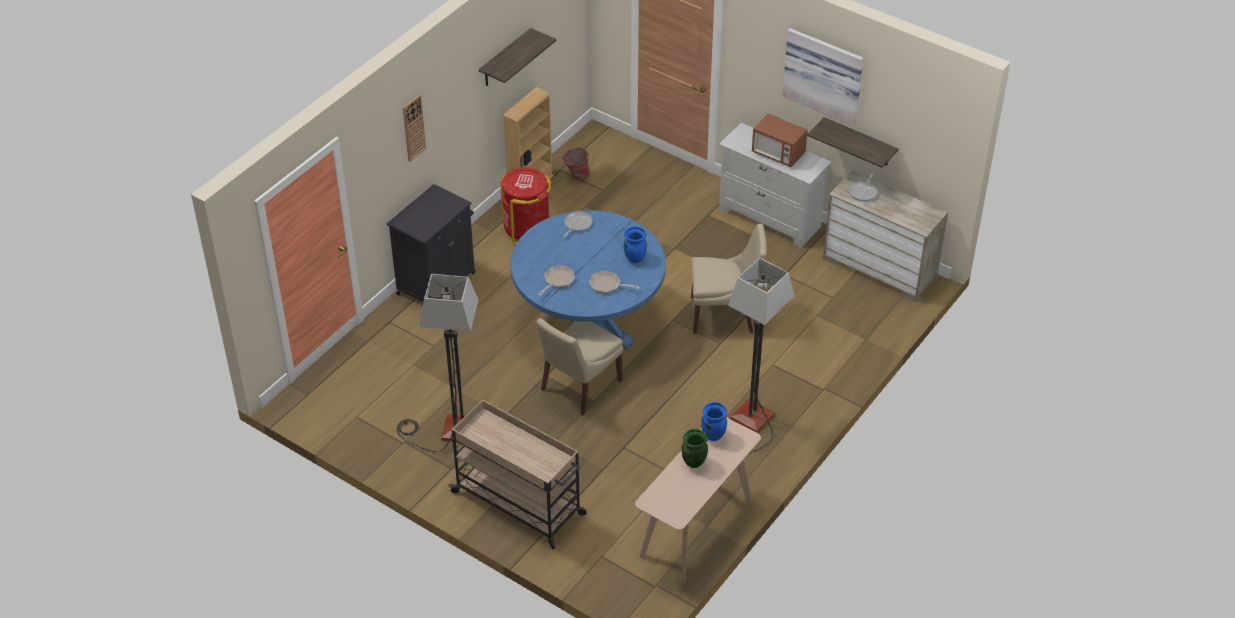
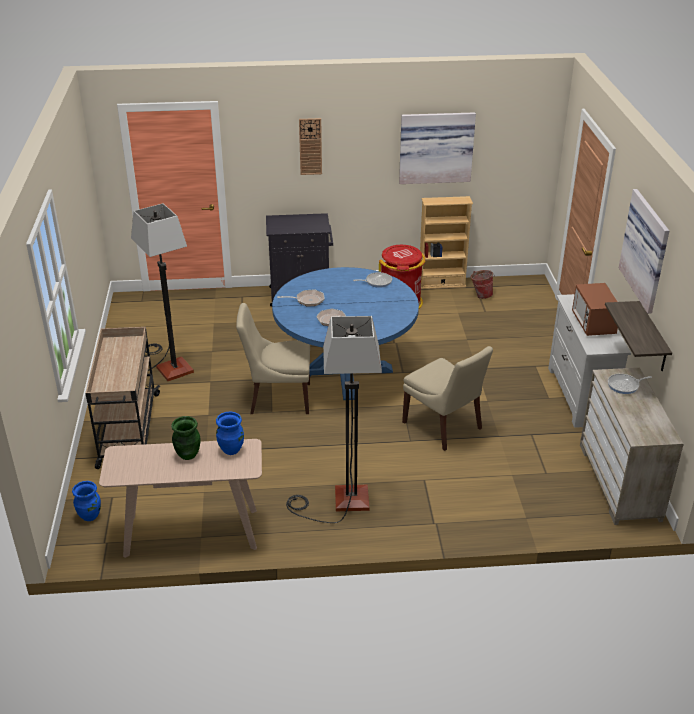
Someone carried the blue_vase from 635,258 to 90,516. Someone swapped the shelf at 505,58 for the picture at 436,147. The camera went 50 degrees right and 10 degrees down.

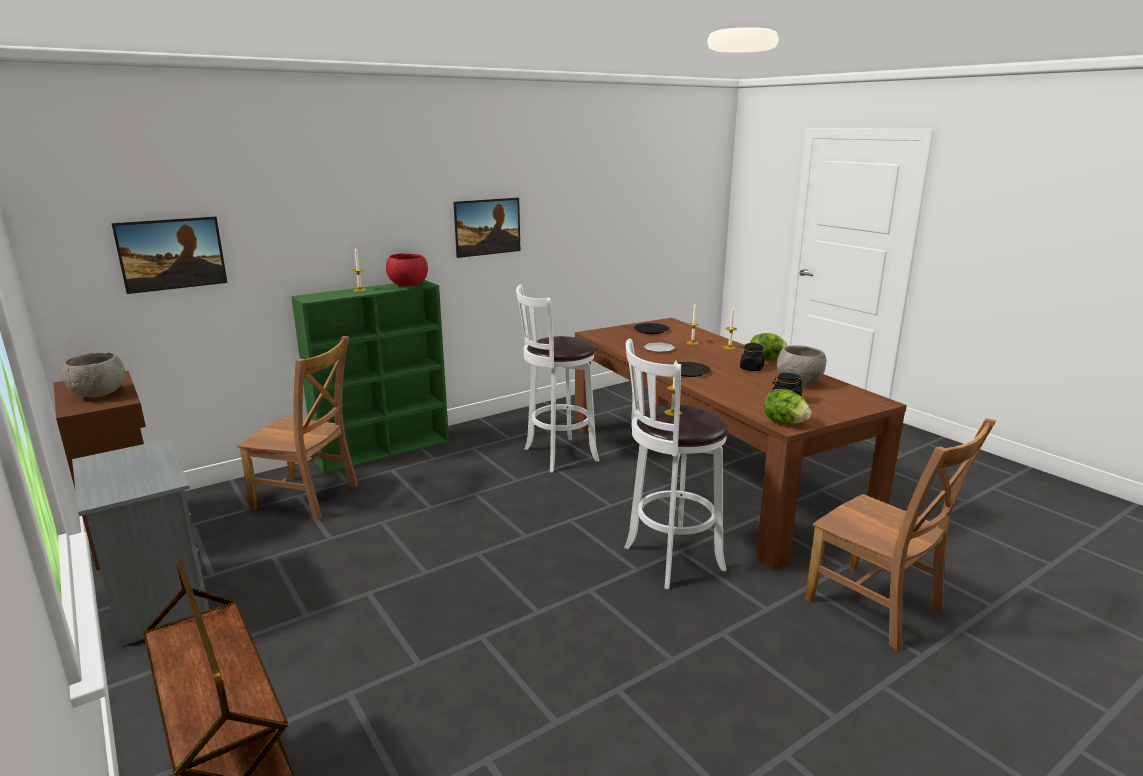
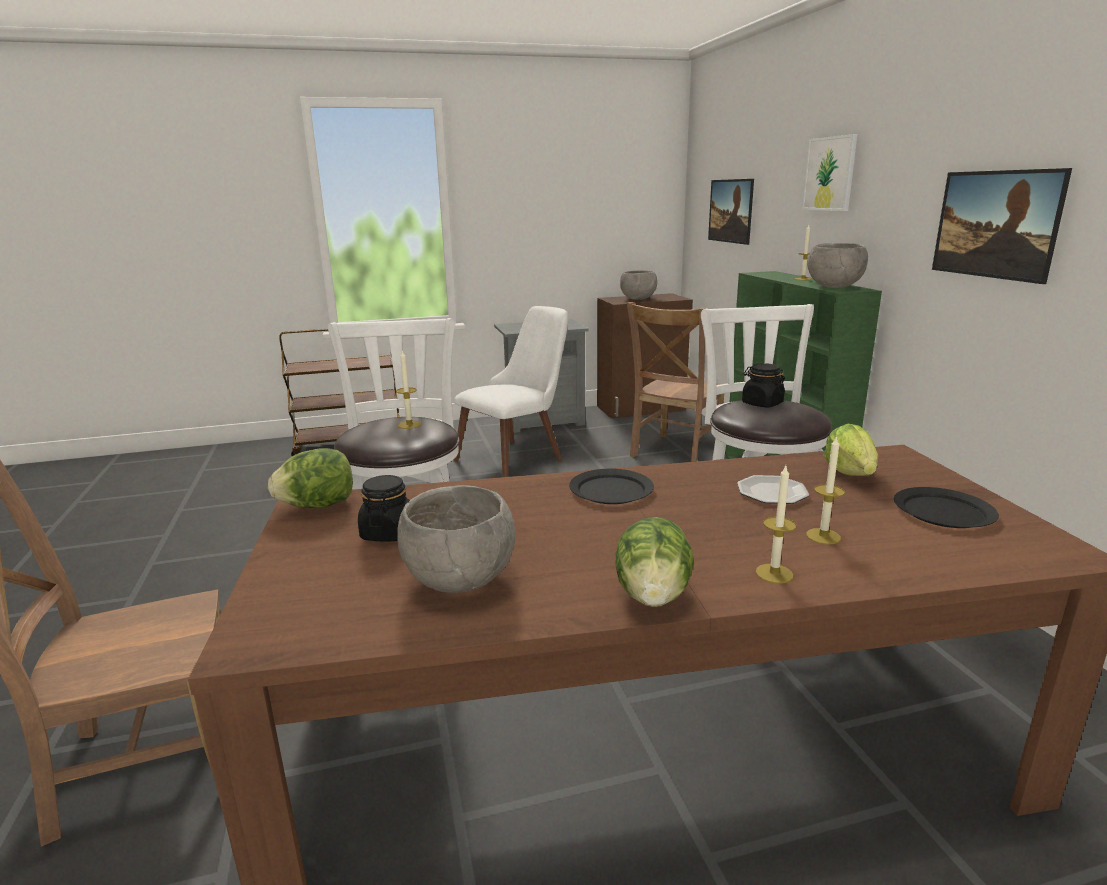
Someone put down the white_chair at 518,456. Someone put up the picture at 830,174. Someone put down the lettuce at 850,473. Someone carried the black_jar from 751,368 to 762,404. Someone repainted the red_bowl at 408,285, which became the grey_bowl at 833,287. The camera went 110 degrees right and 0 degrees up.

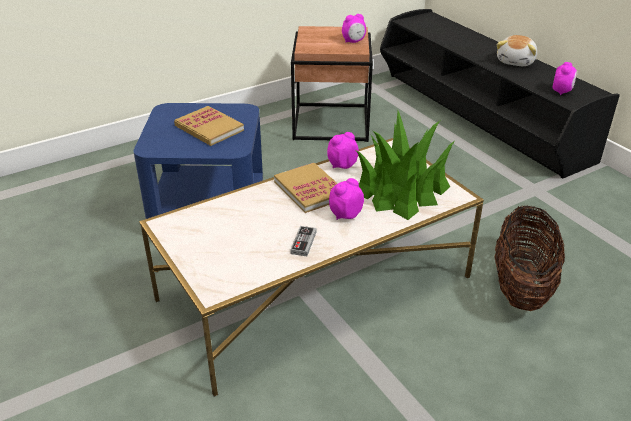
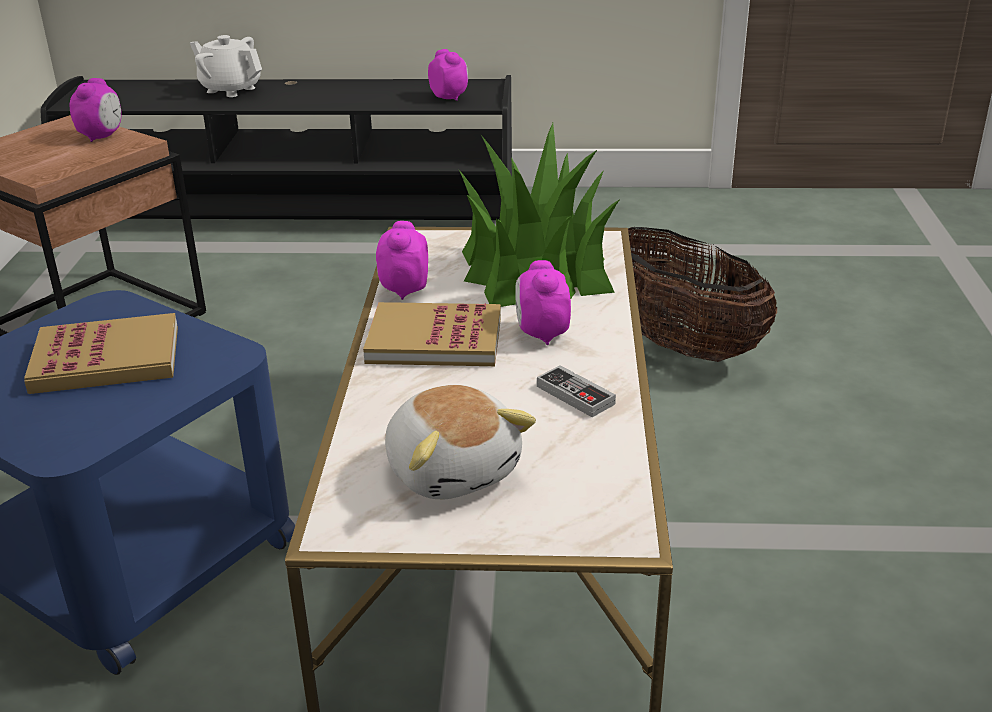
Someone put down the white_teapot at 230,89. Someone carried the plush_toy from 516,61 to 453,469. The camera went 55 degrees left and 5 degrees down.

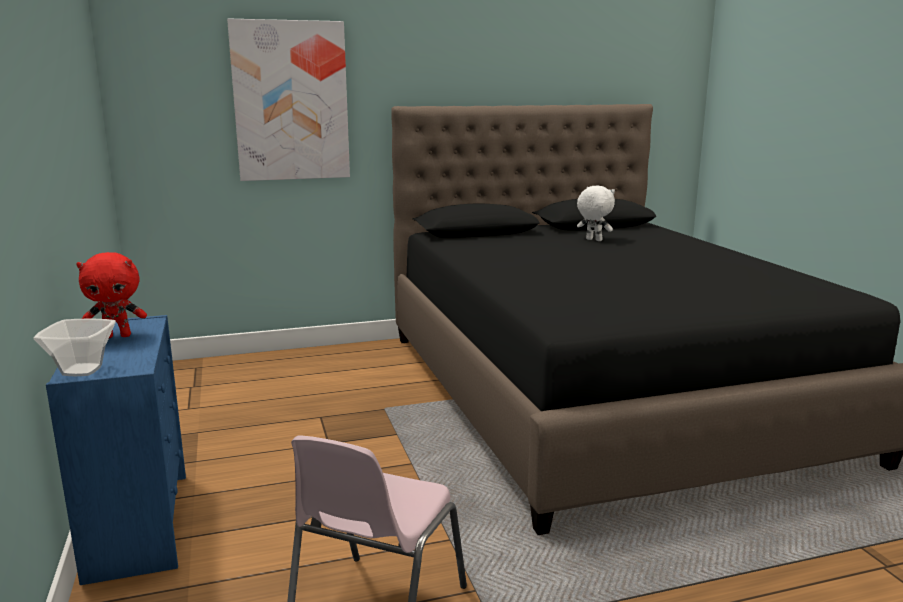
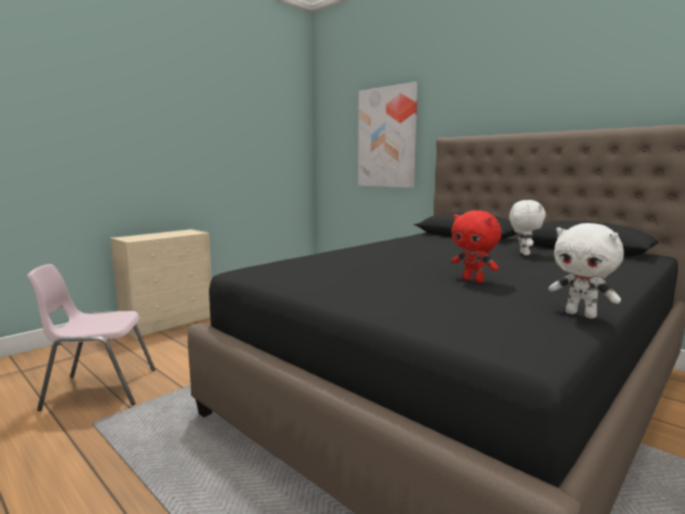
Someone took away the bowl at 84,370. Someone put down the white_plush_toy at 581,314. Someone carried the red_plush_toy from 117,336 to 473,280. Someone repainted the blue_dresser at 139,523, which became the beige_dresser at 169,322. The camera went 60 degrees right and 5 degrees down.

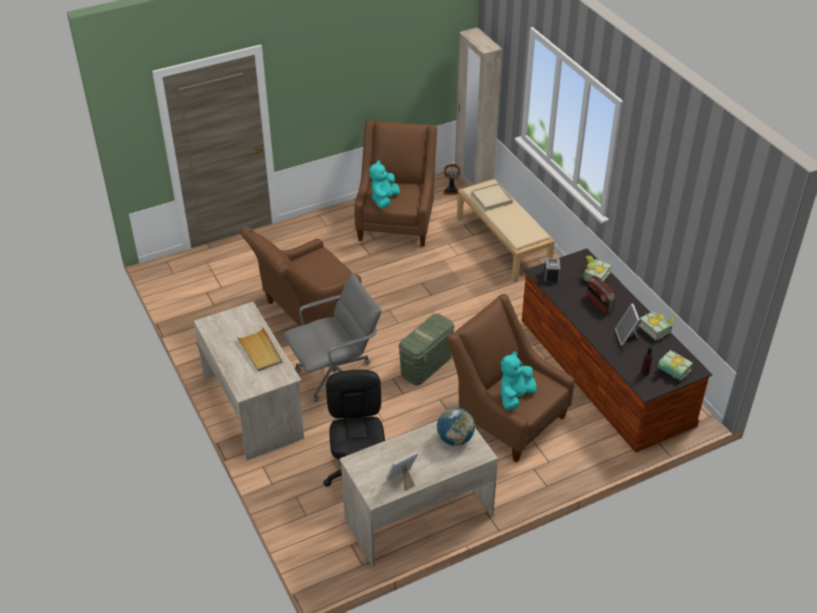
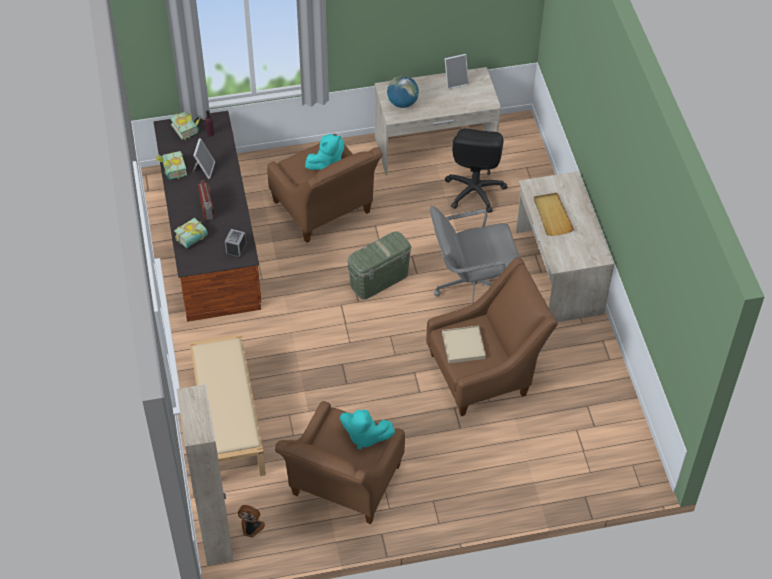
Someone carried the beige_tray from 491,198 to 463,346. Someone rotated the turquoise_plush_toy at 384,200 by 75 degrees clockwise. The camera went 165 degrees left and 10 degrees up.

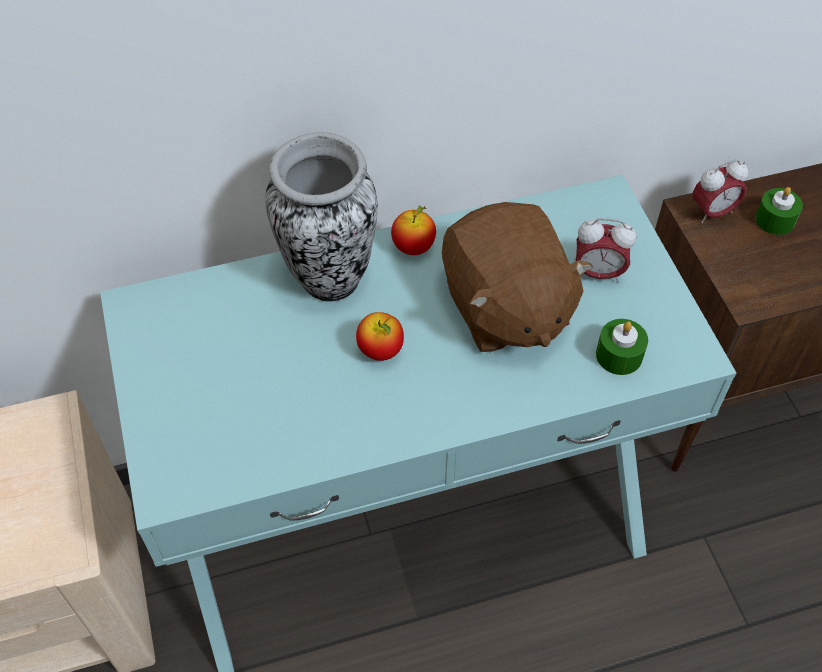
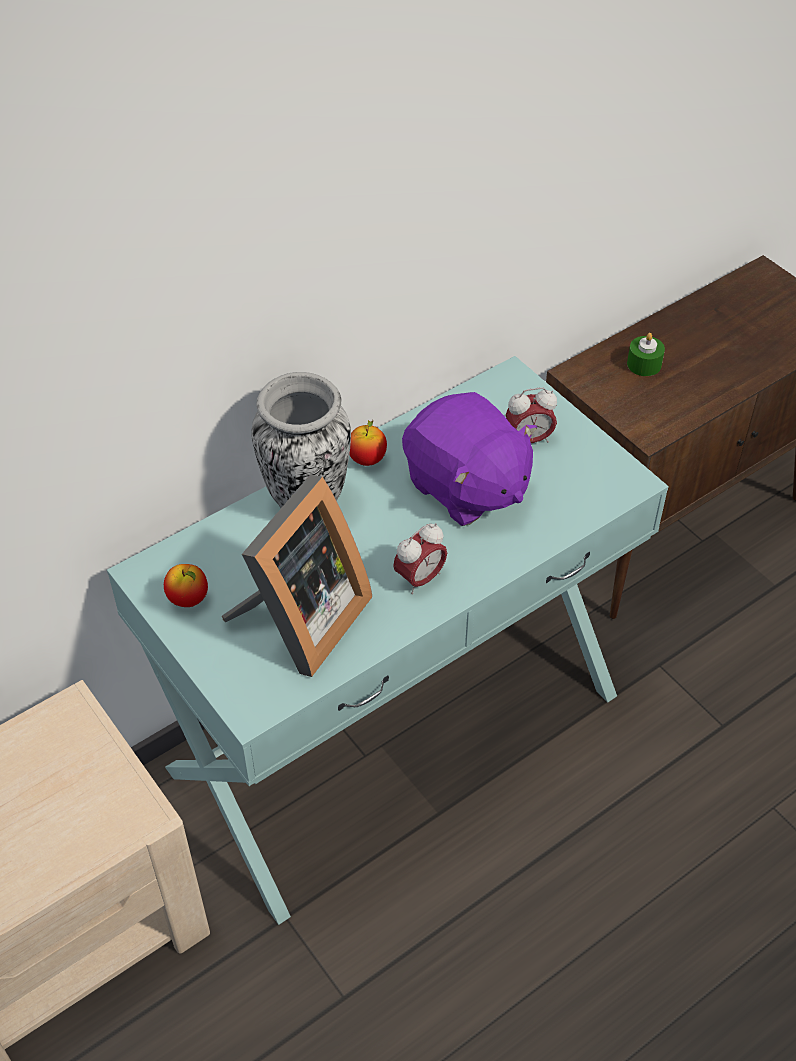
Someone took away the green_candle at 619,355. Someone put down the picture_frame at 299,622. Someone carried the apple from 380,351 to 188,599. Someone carried the alarm_clock from 712,212 to 420,579. Someone repainted the brown_plush_toy at 505,308, which became the purple_plush_toy at 466,487. The camera went 20 degrees left and 5 degrees down.

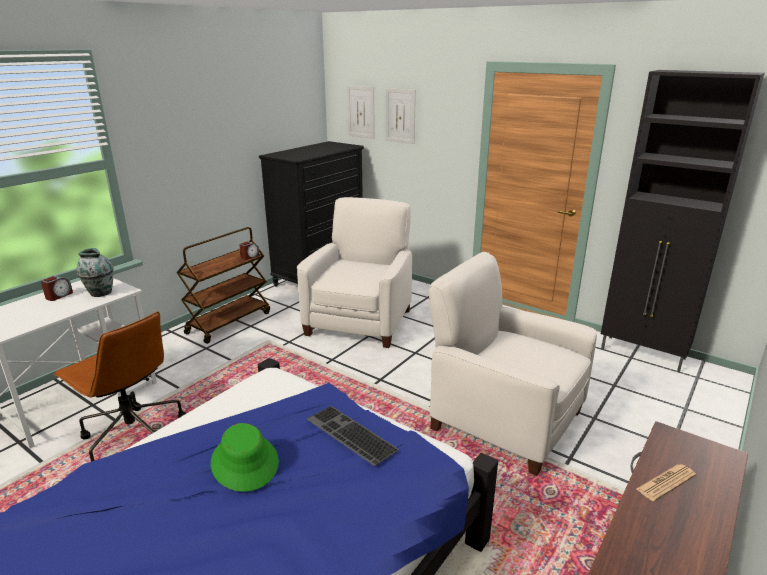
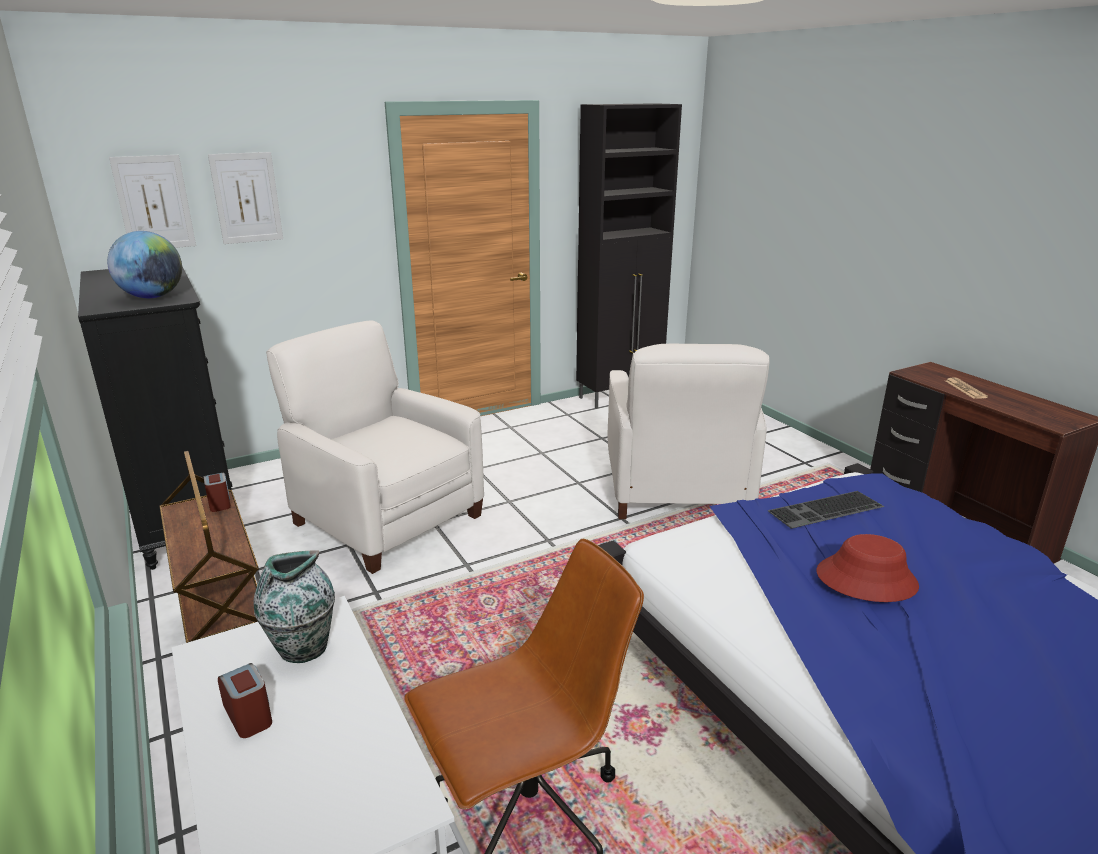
Someone put down the globe at 152,297. Someone repainted the green_hat at 245,462, which became the red_hat at 866,579. Someone rotated the white_armchair at 504,419 by 60 degrees counterclockwise. The camera went 65 degrees left and 0 degrees up.

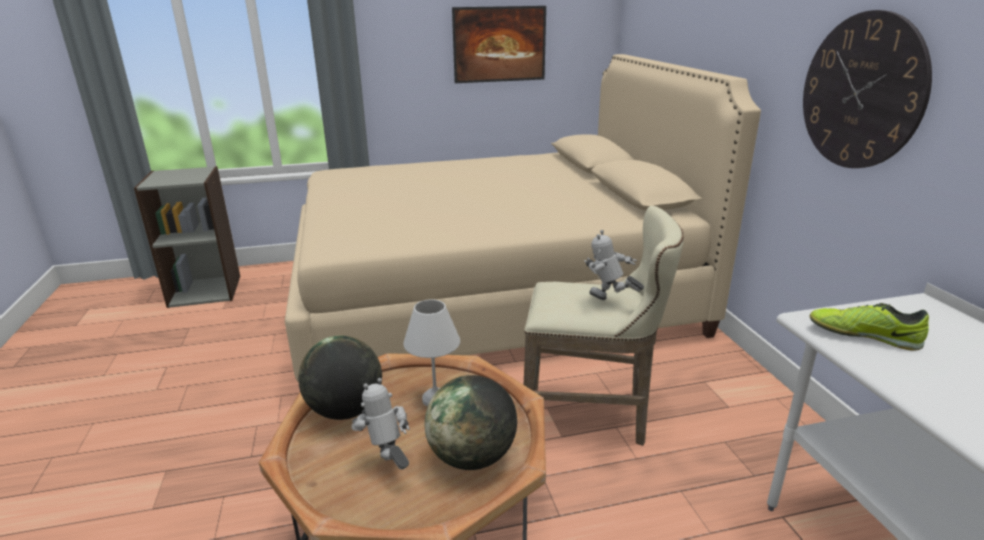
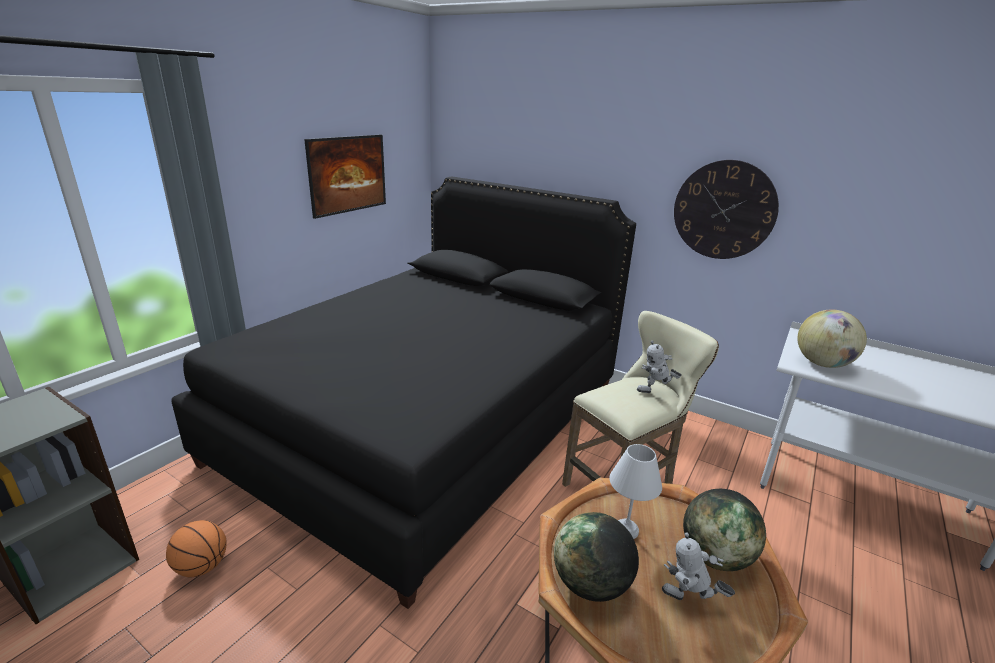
Someone put down the basketball at 202,567. Someone swapped the shoe at 863,335 for the globe at 822,364. Someone repainted the beige_bed at 490,297, which became the black_bed at 429,422. The camera went 45 degrees left and 0 degrees up.

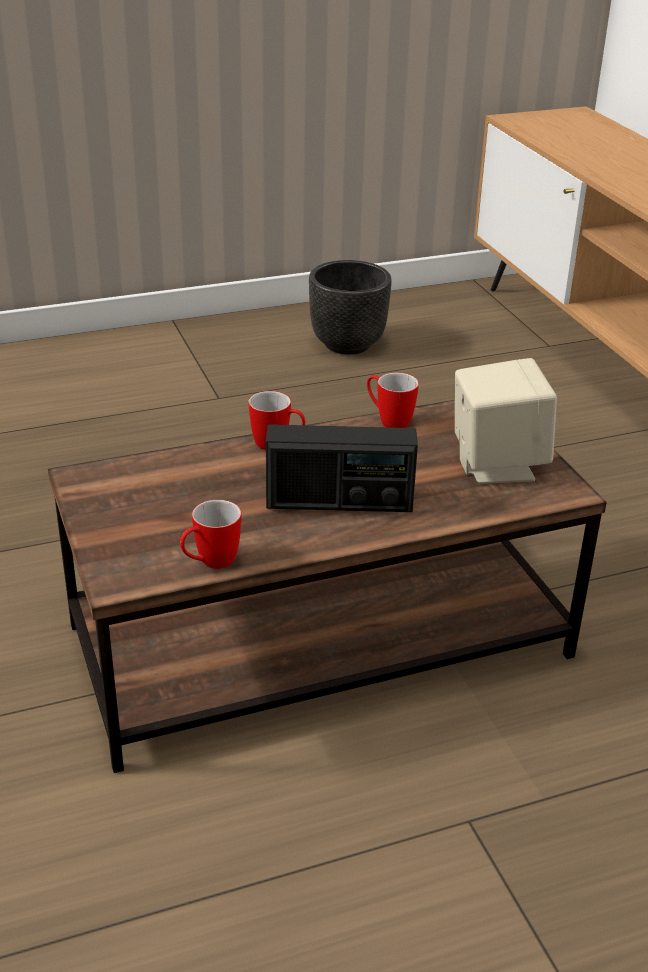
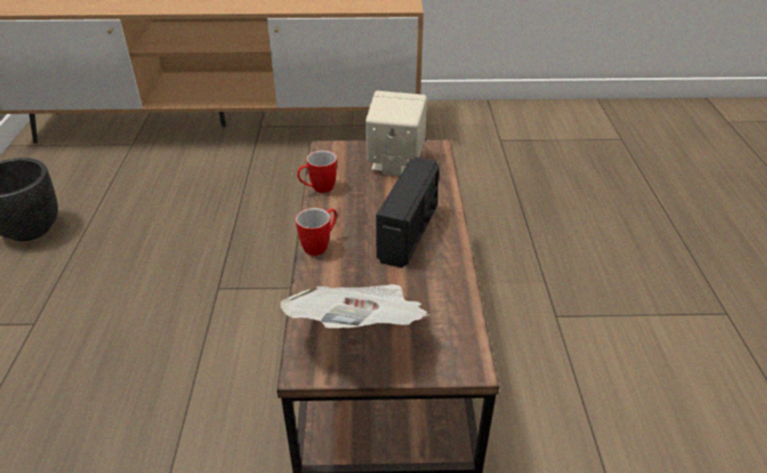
Someone took away the mug at 210,563. Someone put down the newspaper at 360,330. The camera went 70 degrees left and 5 degrees up.

